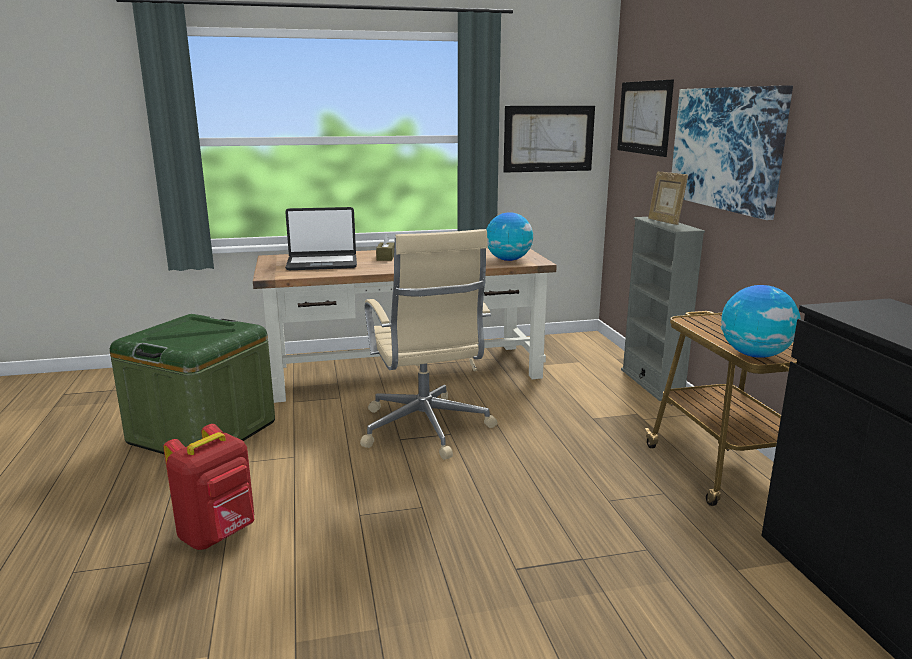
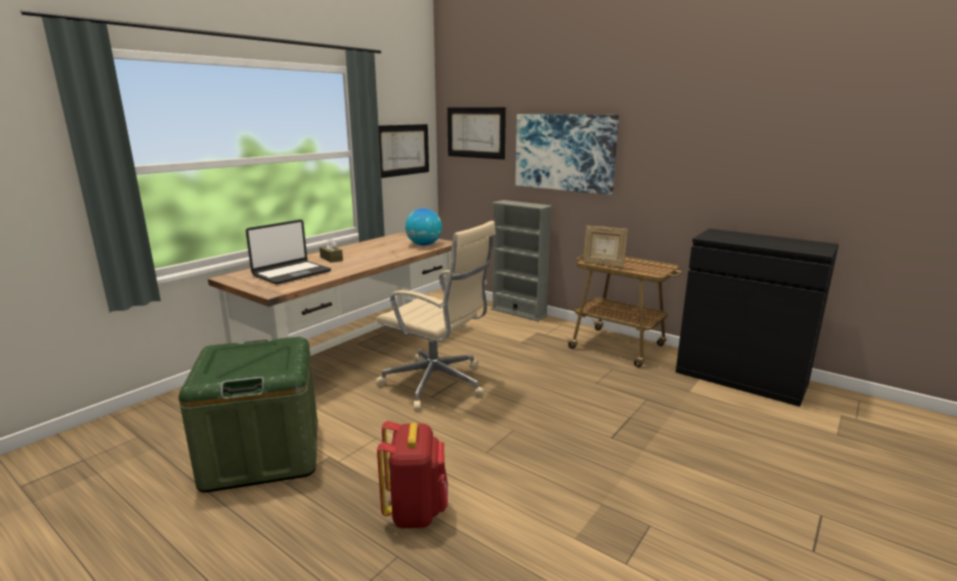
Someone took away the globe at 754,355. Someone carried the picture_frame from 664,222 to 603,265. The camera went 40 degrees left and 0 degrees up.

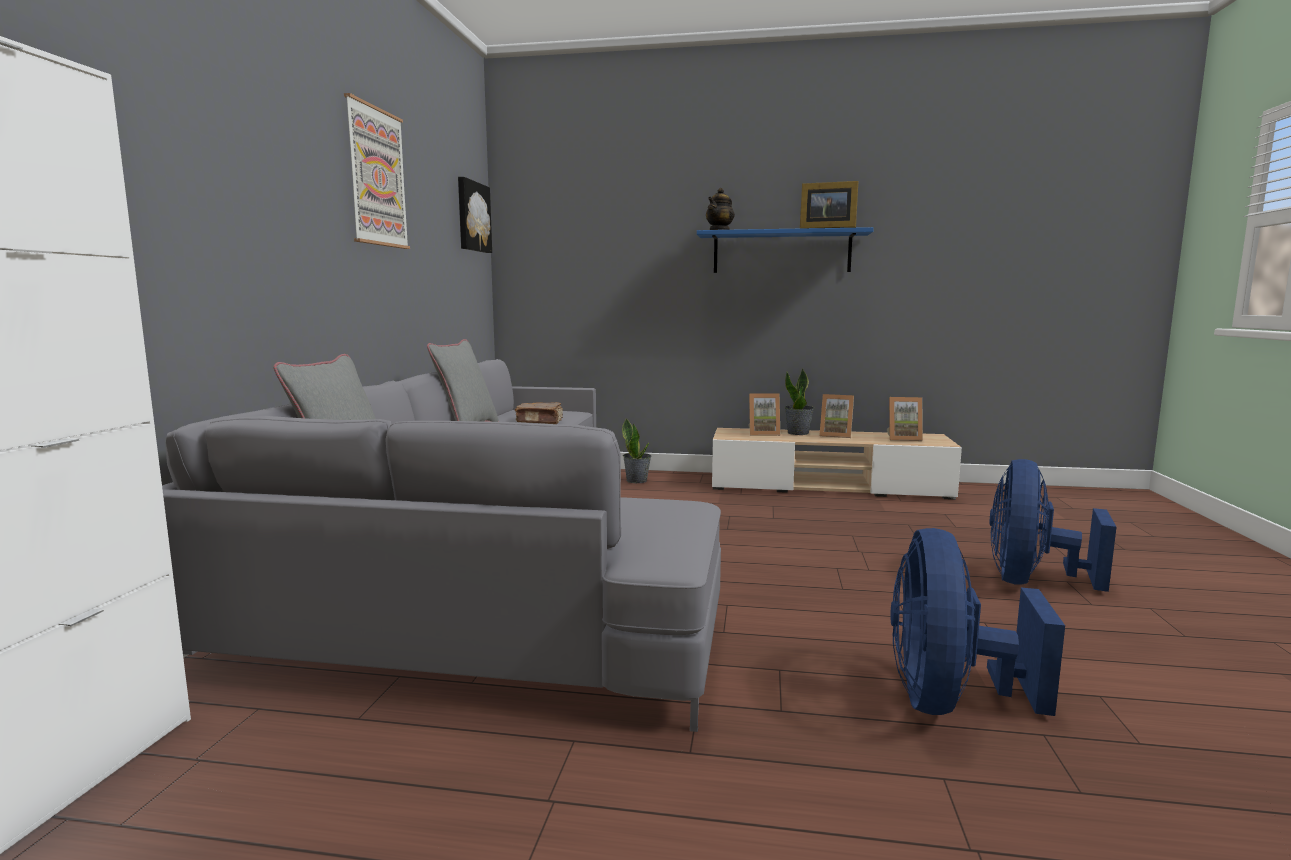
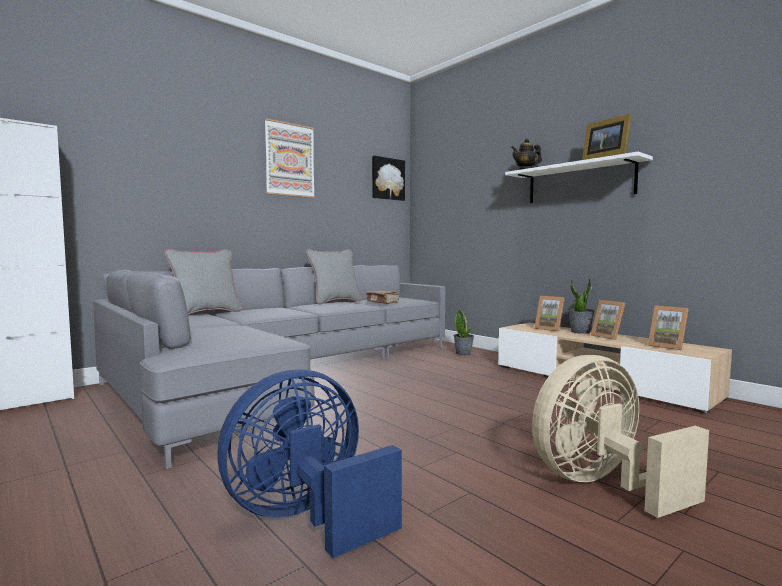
Someone repainted the blue_shelf at 781,252, which became the white_shelf at 579,182. Someone repainted the blue_fan at 1031,581, which became the beige_fan at 602,485. The camera went 40 degrees right and 5 degrees down.

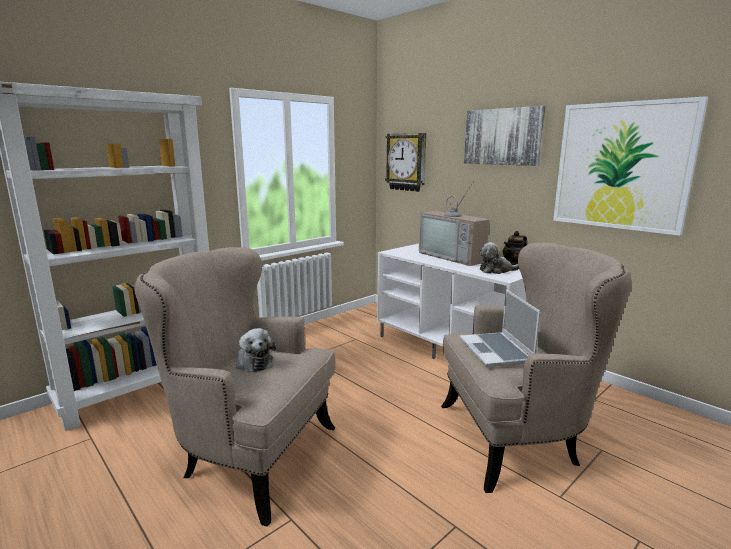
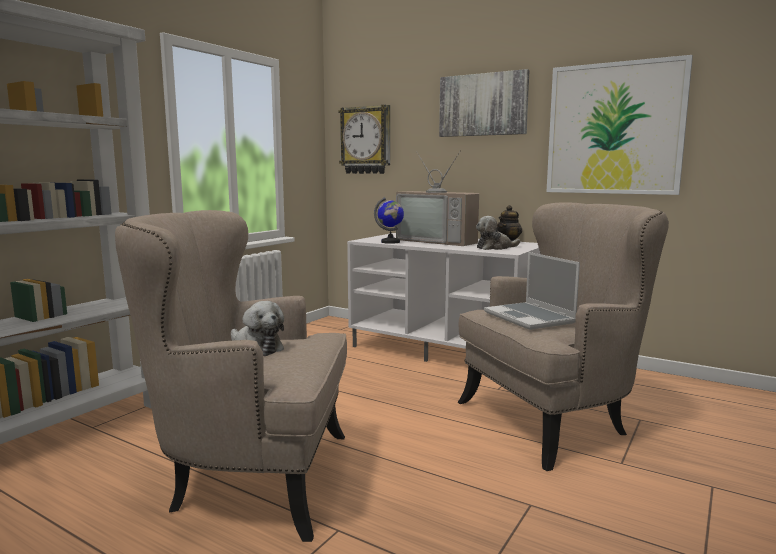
Someone put down the globe at 390,242. The camera went 15 degrees left and 5 degrees down.

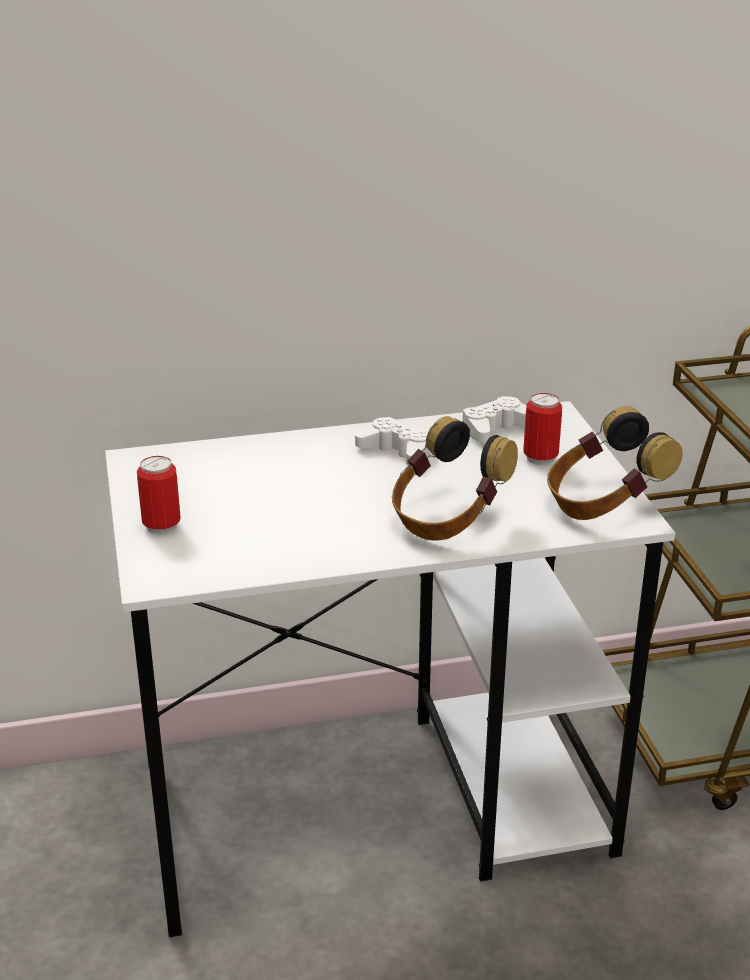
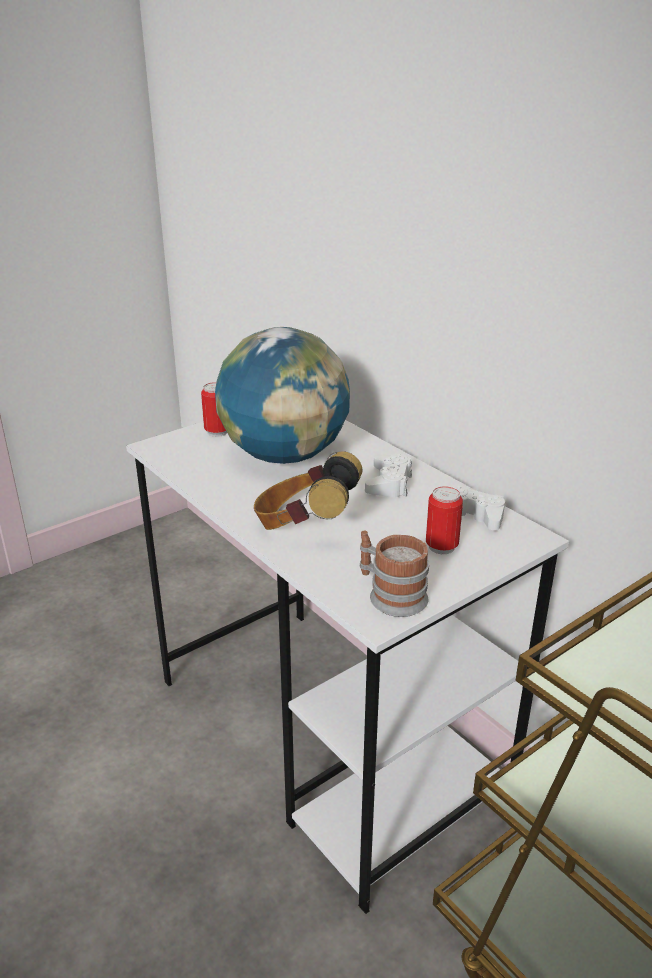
Someone put down the globe at 284,455. Someone swapped the headphones at 603,504 for the mug at 390,595. The camera went 65 degrees right and 0 degrees up.

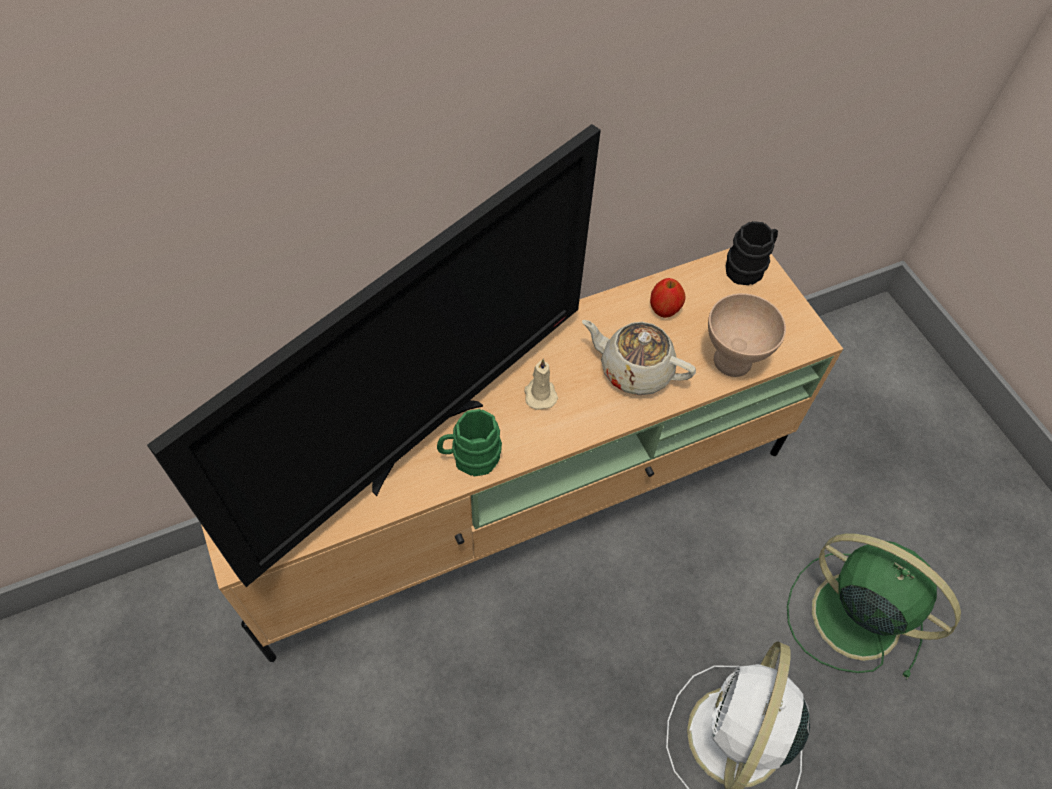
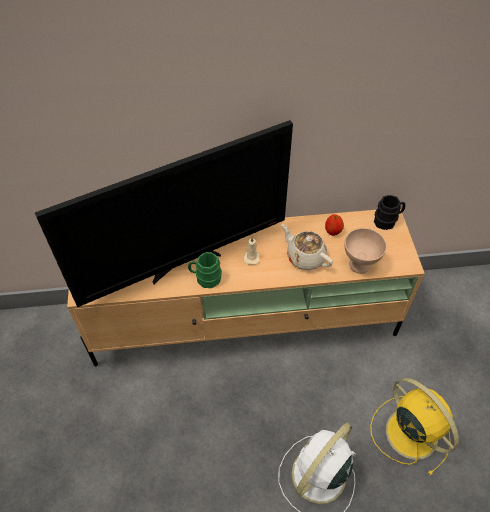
Someone repainted the green_fan at 851,613, which became the yellow_fan at 409,431. The camera went 20 degrees right and 5 degrees down.

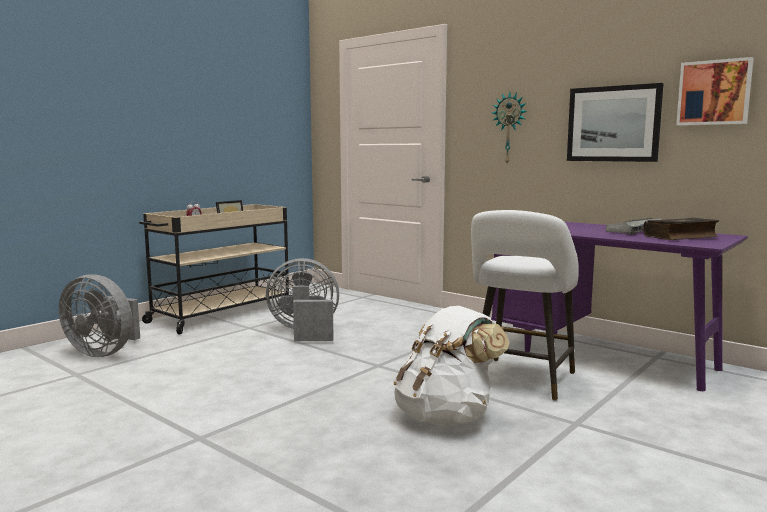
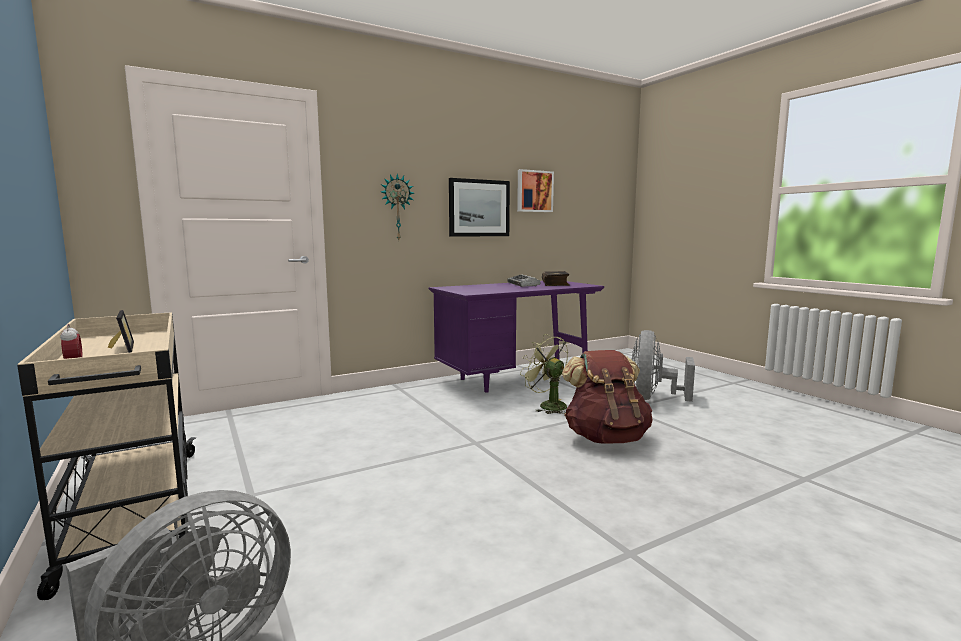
Someone carried the grey_fan from 305,332 to 653,398. Someone swapped the white_stool at 520,381 for the green_fan at 547,405. Someone repainted the white_backpack at 446,417, which became the brown_backpack at 605,438. The camera went 70 degrees left and 0 degrees up.

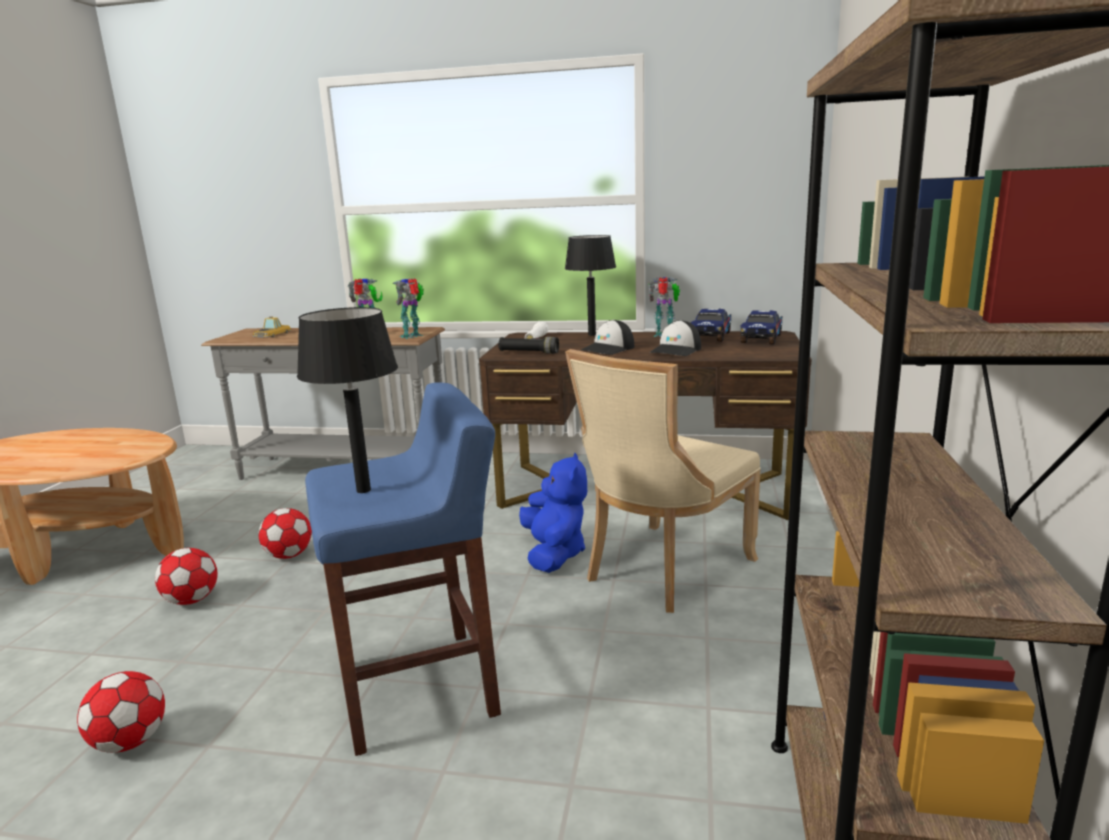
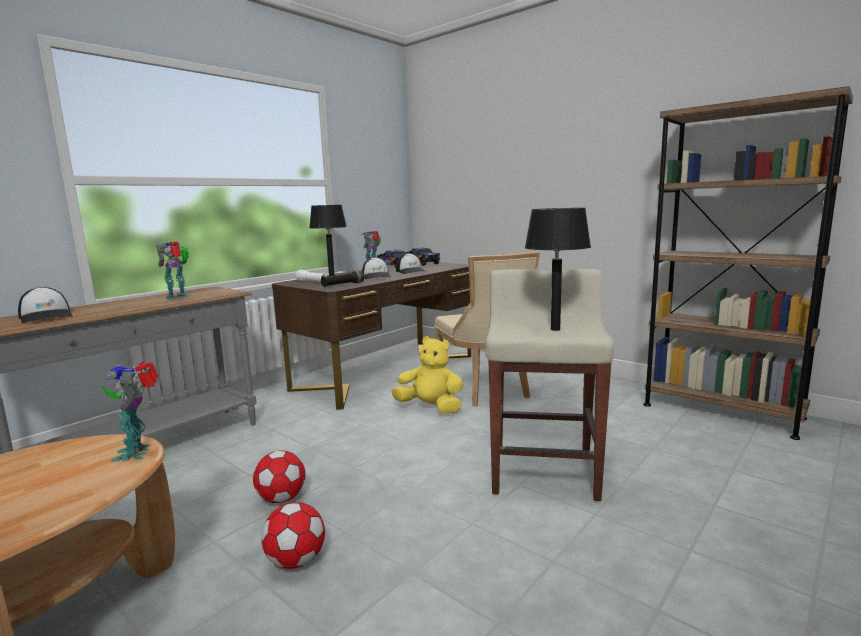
Someone took away the football at 130,742. Someone carried the toy_robot from 413,336 to 137,452. Someone swapped the toy_car at 273,334 for the cap at 47,317. Someone repainted the blue_stool at 420,688, which became the beige_stool at 543,471. Someone repainted the blue_plush_toy at 554,554, which became the yellow_plush_toy at 431,408. The camera went 60 degrees left and 5 degrees down.

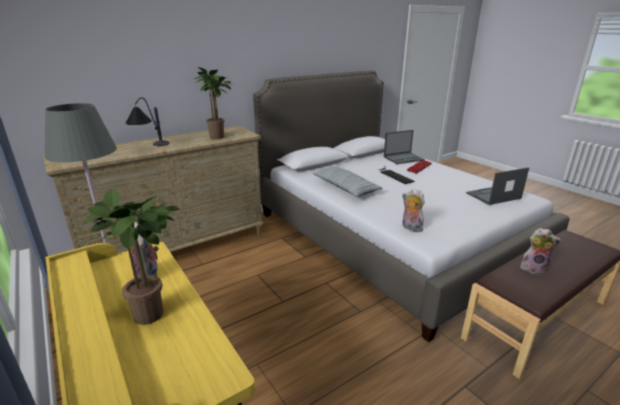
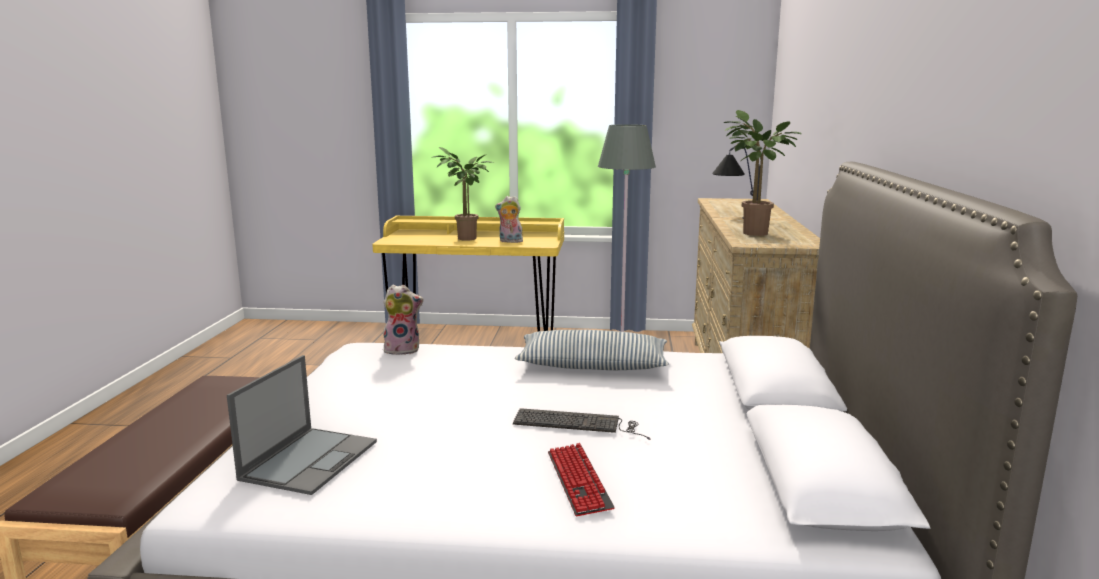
Someone took away the laptop at 404,158. Someone took away the plush_toy at 533,268. The camera went 130 degrees right and 10 degrees down.

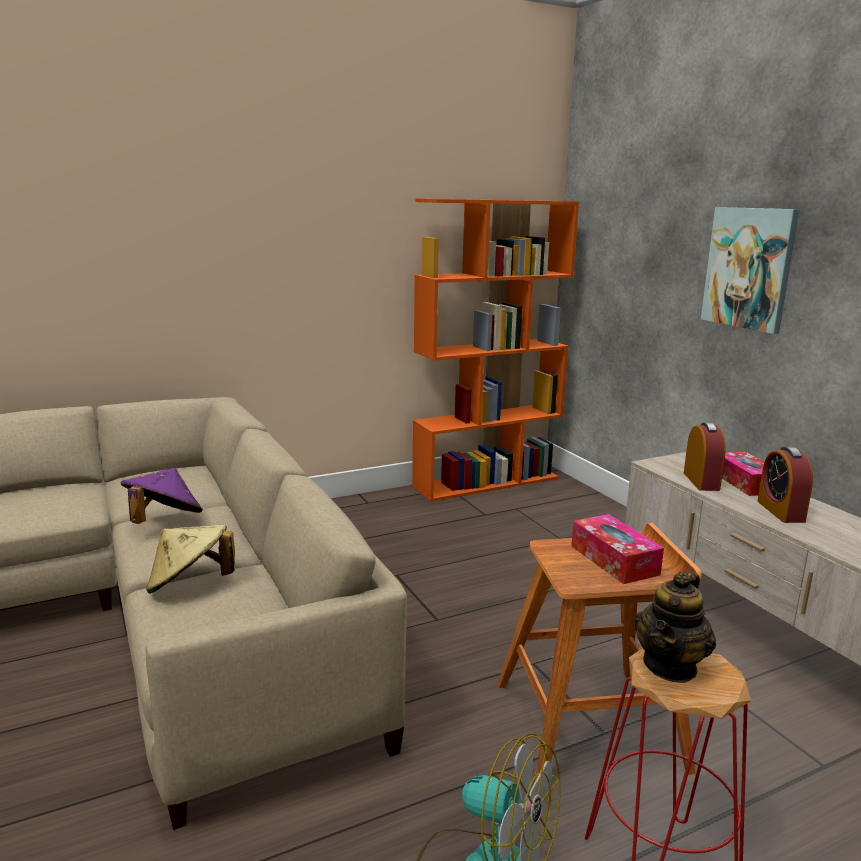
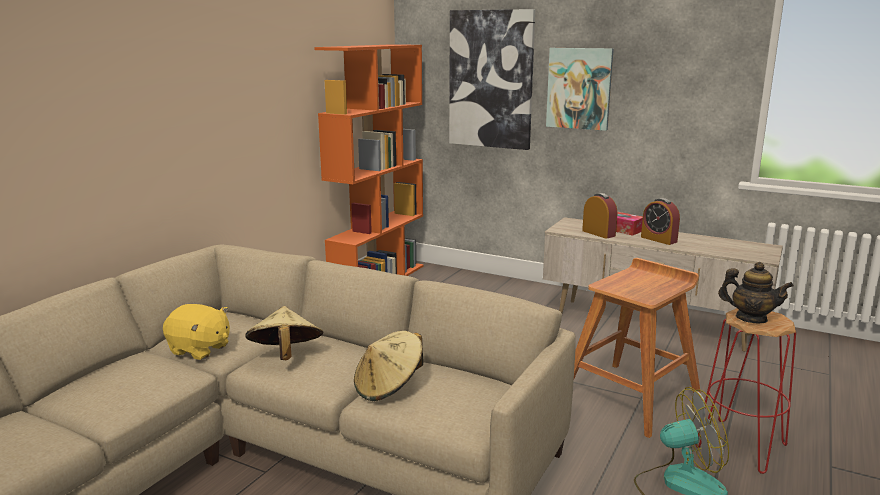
Someone took away the tissue_box at 614,560. Someone put down the yellow_plush_toy at 199,349. Someone put up the picture at 491,79. Someone repainted the purple_hat at 164,521, which became the beige_hat at 285,356. Someone rotated the teapot at 670,666 by 60 degrees counterclockwise. The camera went 35 degrees left and 0 degrees up.

